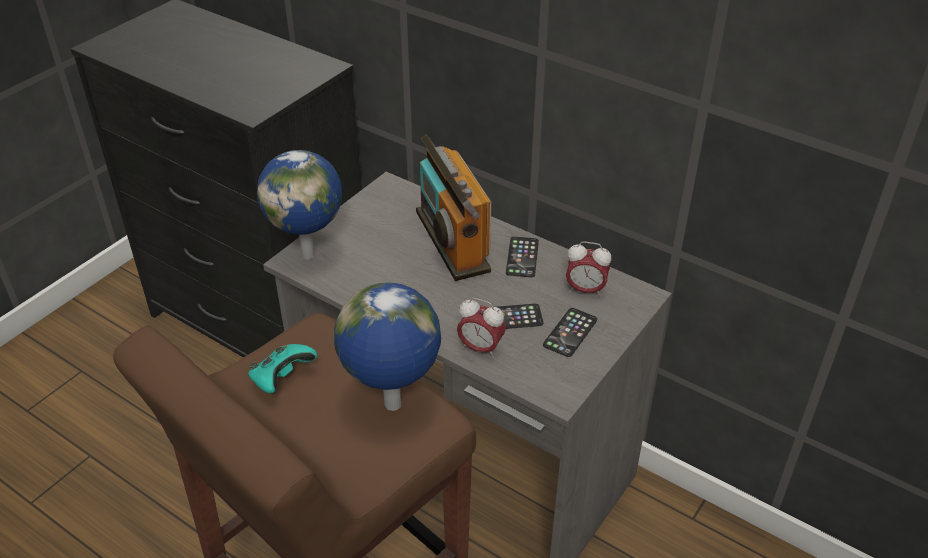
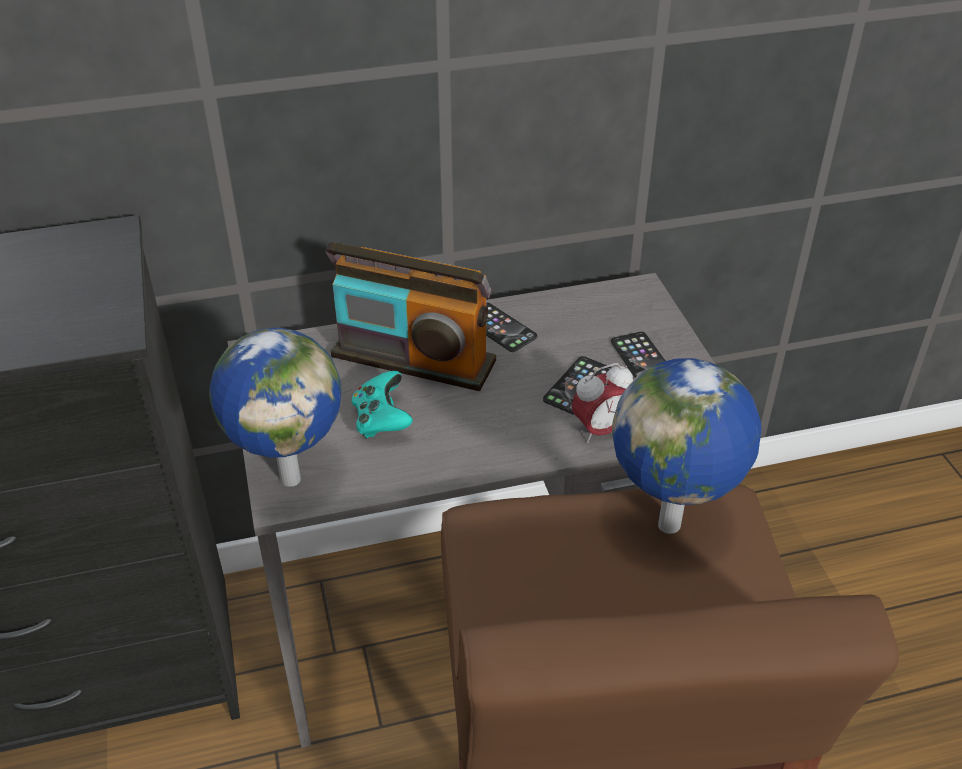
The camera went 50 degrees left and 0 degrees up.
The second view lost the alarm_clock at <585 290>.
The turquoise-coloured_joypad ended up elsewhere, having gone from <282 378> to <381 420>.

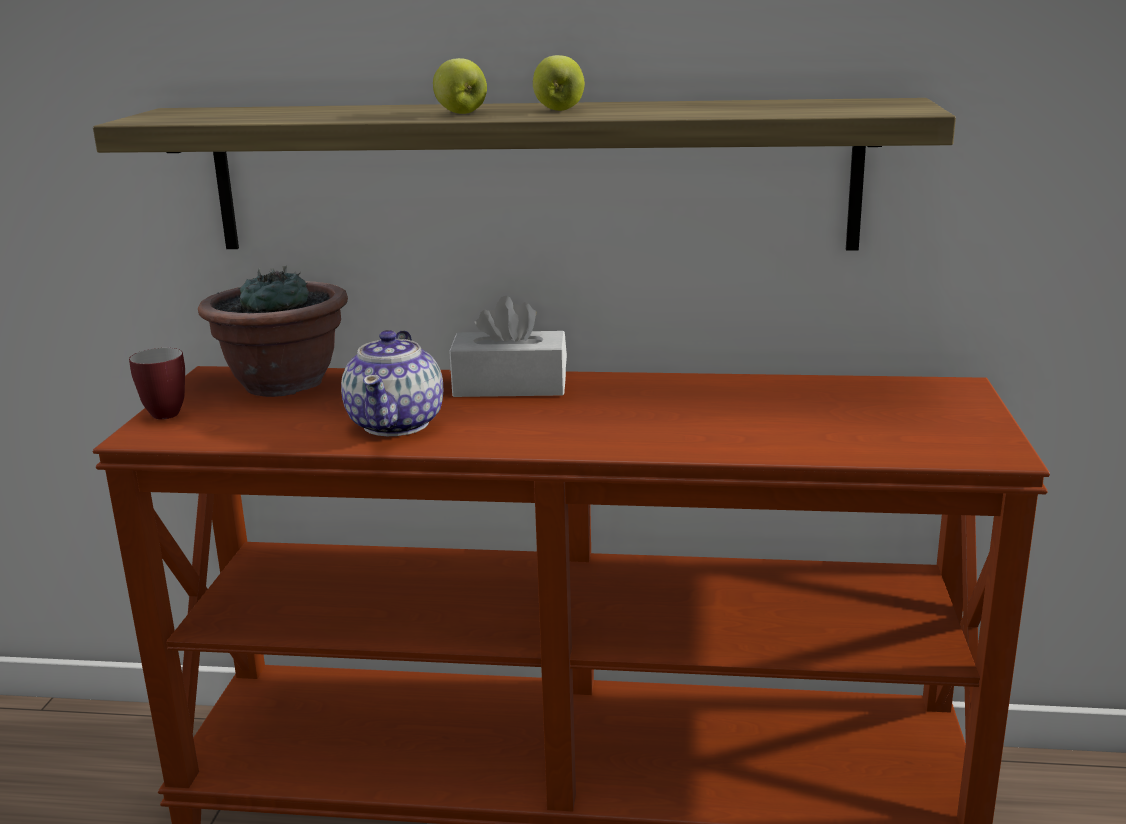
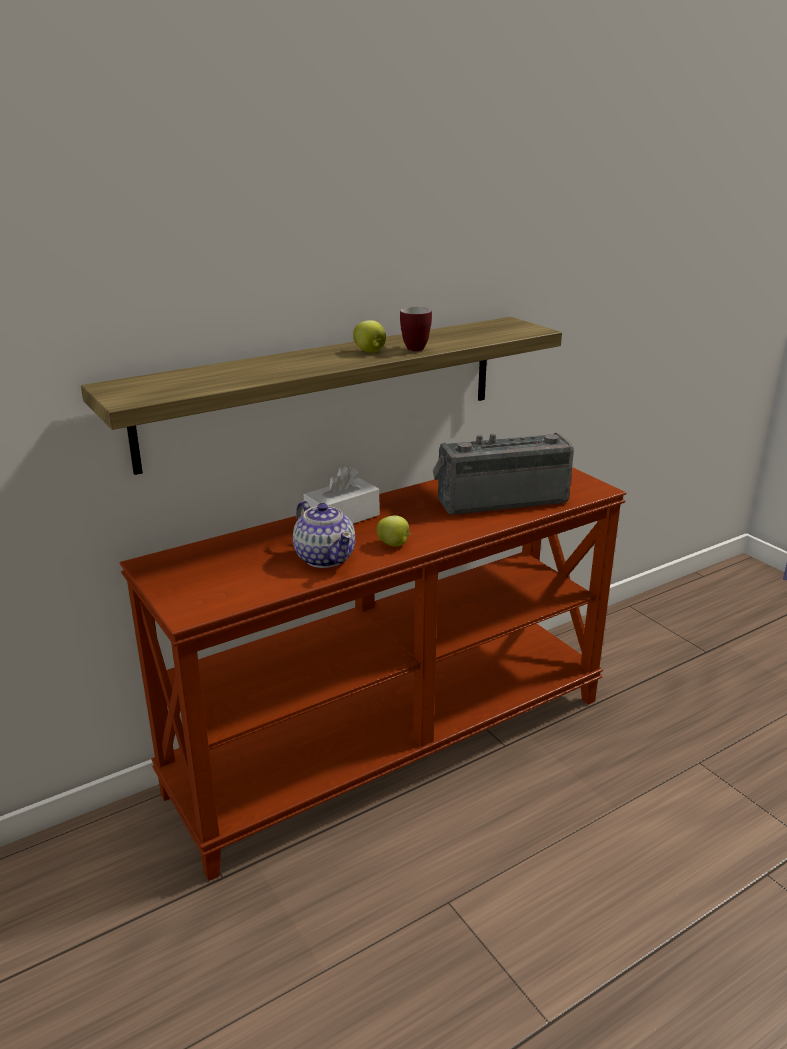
The camera went 40 degrees left and 5 degrees up.
The second view lost the plant_in_a_pot at <283 383>.
The second view gained the radio_receiver at <500 499>.
The coffee_mug ended up elsewhere, having gone from <168 412> to <412 348>.
The apple ended up elsewhere, having gone from <461 113> to <394 545>.

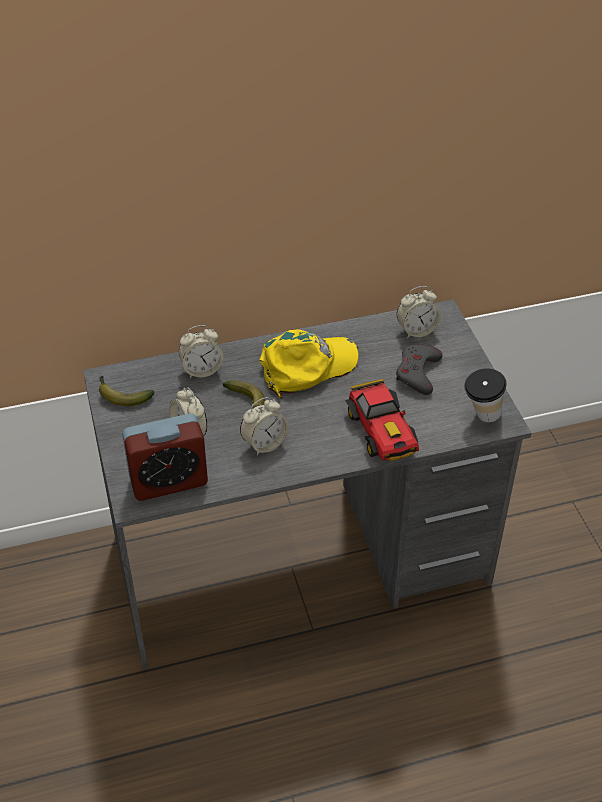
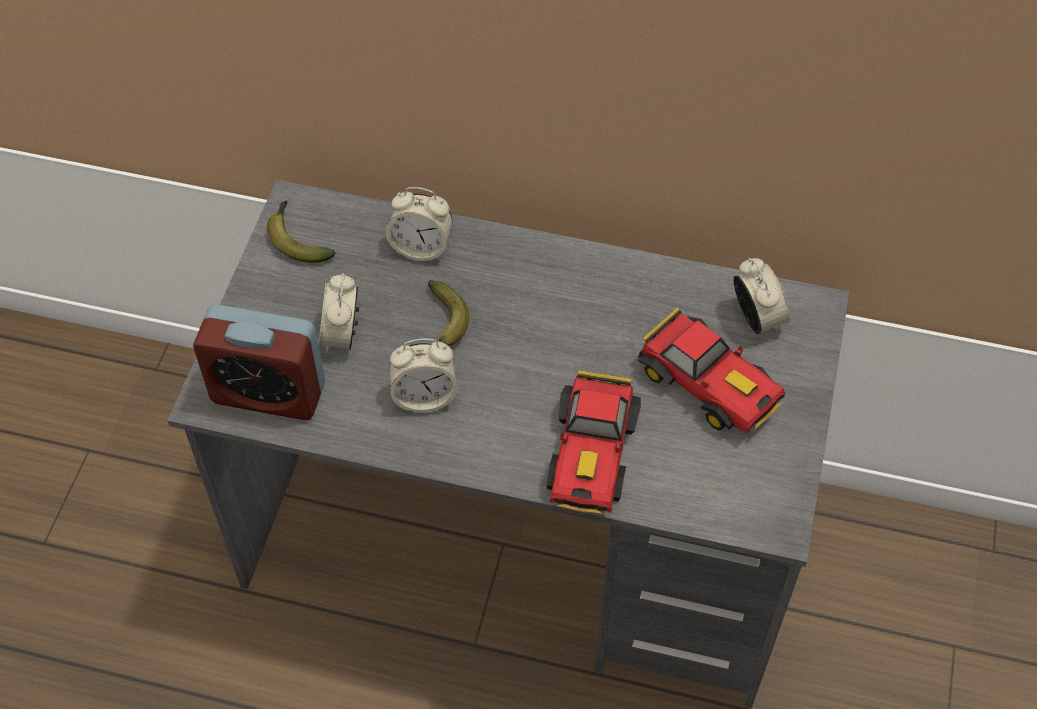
The camera went 30 degrees right and 10 degrees up.
The second view lost the yellow_baseball_cap at <307 366>.
The second view lost the small_cup at <481 417>.
Where the grey_joypad stood at <417 373>, the model_car came to stand at <709 387>.
The alarm_clock at <416 330> ended up facing another way, 120 degrees counterclockwise from before.

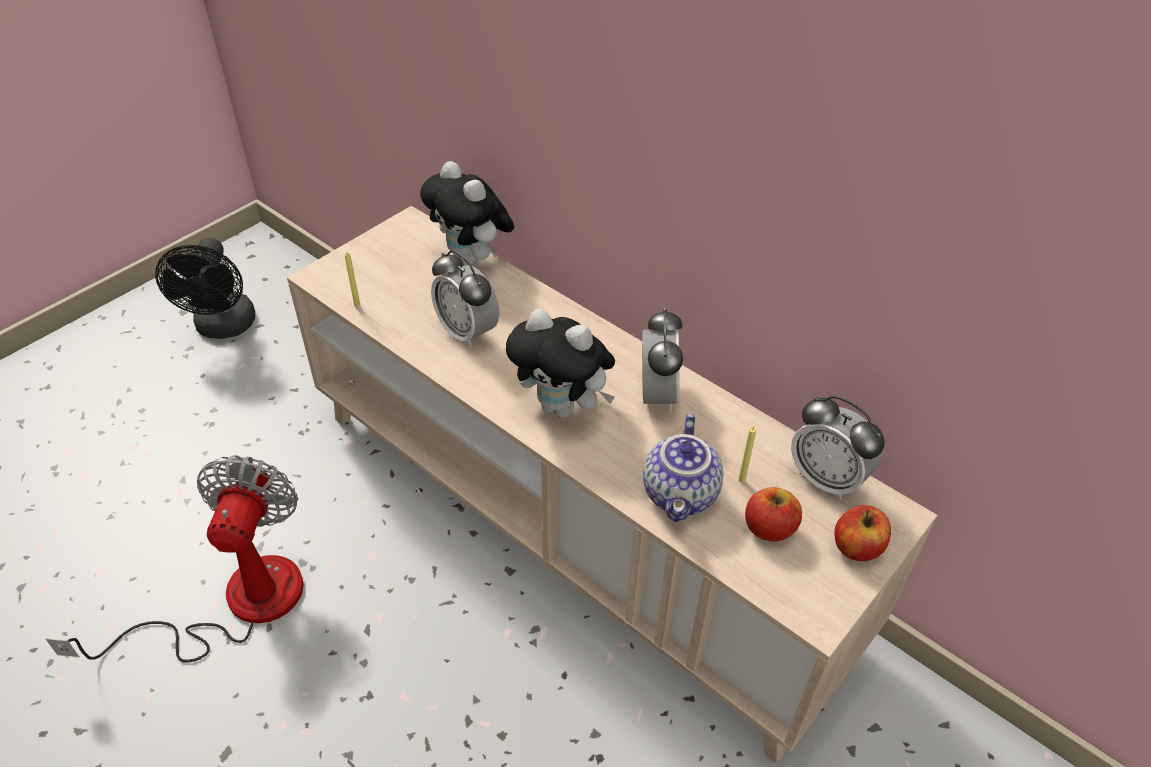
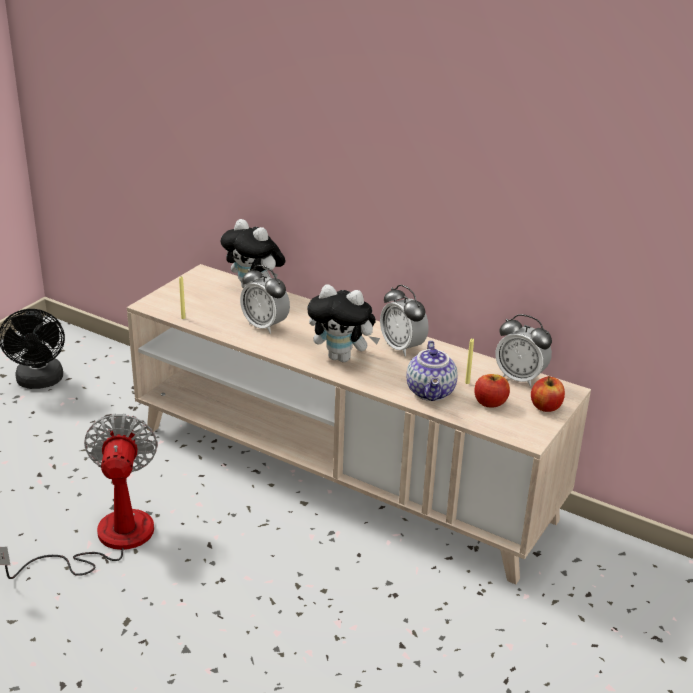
The camera went 10 degrees left and 15 degrees down.
The alarm_clock at <657 395> ended up facing another way, 150 degrees clockwise from before.

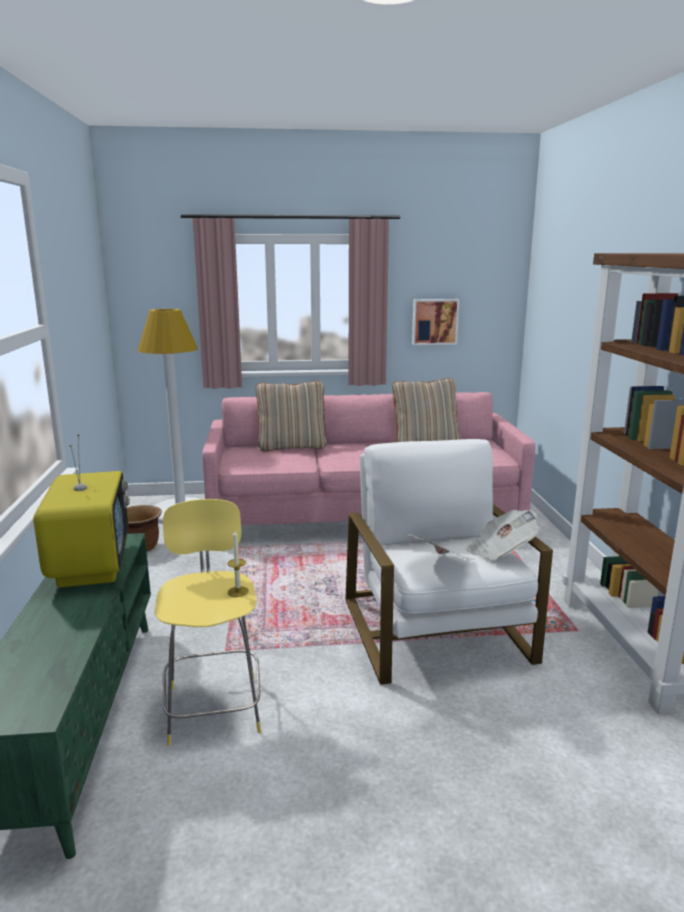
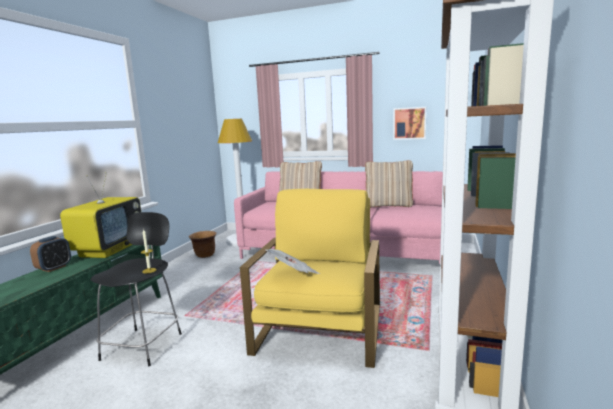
The camera went 25 degrees right and 5 degrees down.
The second view lost the daily_paper at <500 551>.
The second view gained the alarm_clock at <54 268>.
What was the yellow_sitting_stool at <214 706> turned into the blackish_sitting_stool at <144 345>.
What was the white_easy_chair at <437 630> turned into the yellow_easy_chair at <320 329>.

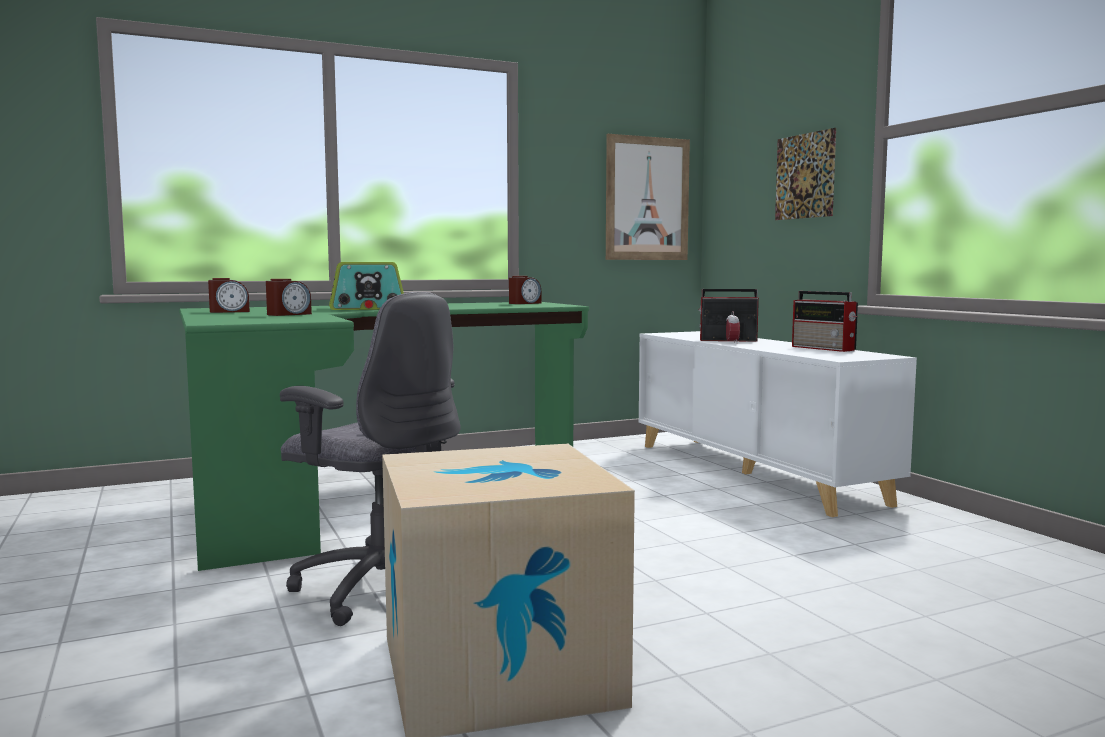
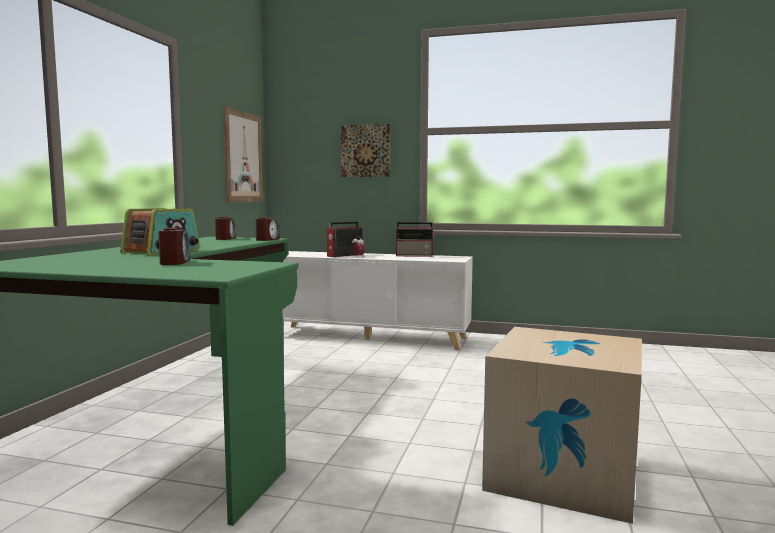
The camera went 50 degrees left and 0 degrees up.
The second view lost the grey_computer_chair at <381 587>.
The alarm_clock ended up elsewhere, having gone from <229 312> to <267 239>.

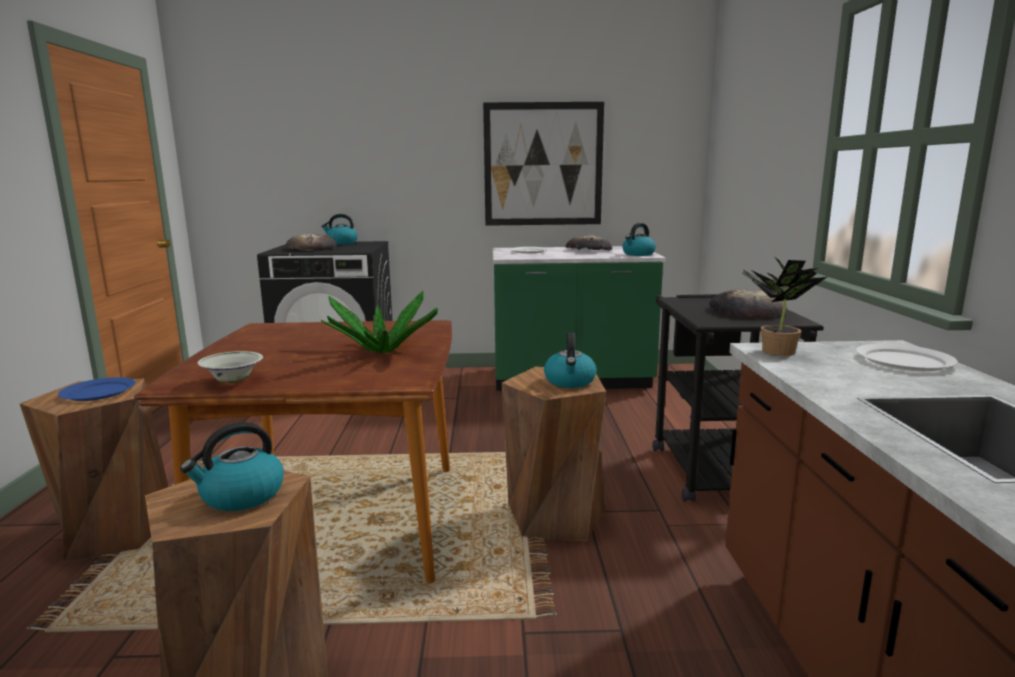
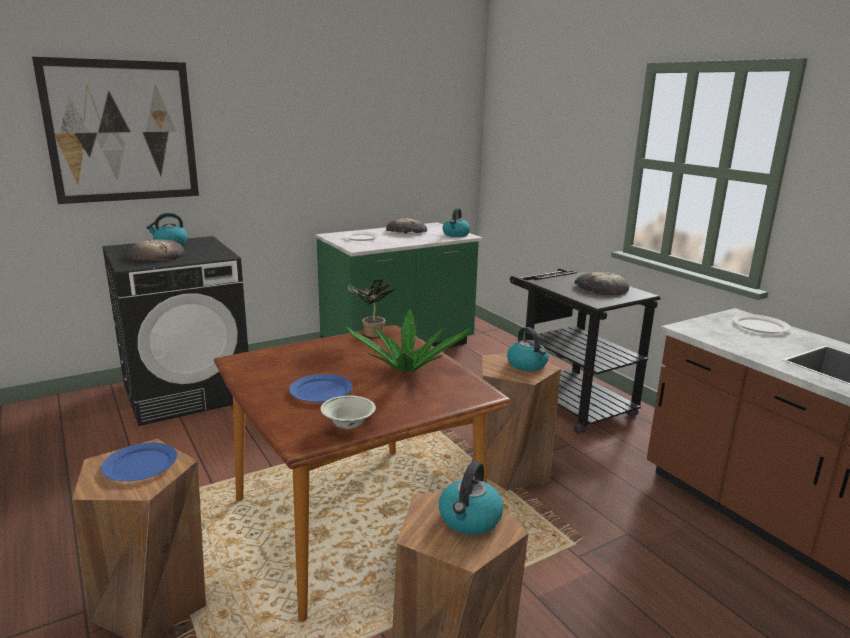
The camera went 30 degrees left and 5 degrees up.
The second view gained the blue_plate at <321 391>.
The picture ended up elsewhere, having gone from <543 164> to <122 132>.
The plant_in_a_pot ended up elsewhere, having gone from <773 351> to <371 334>.

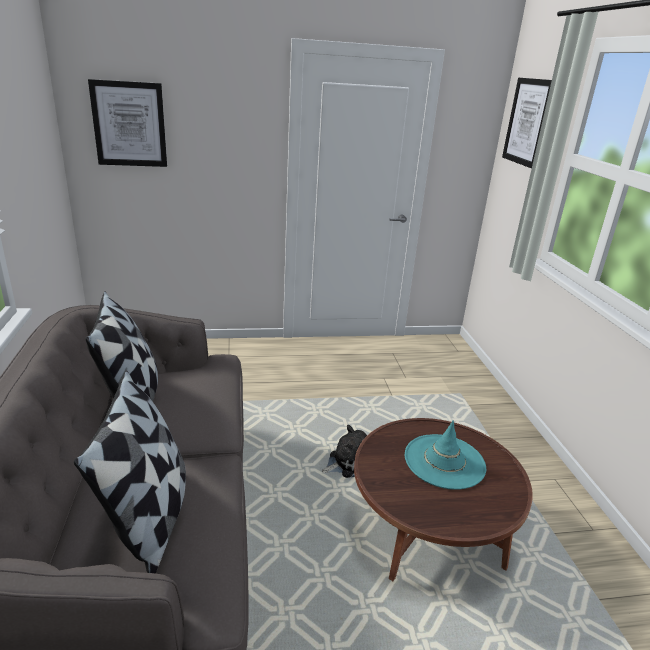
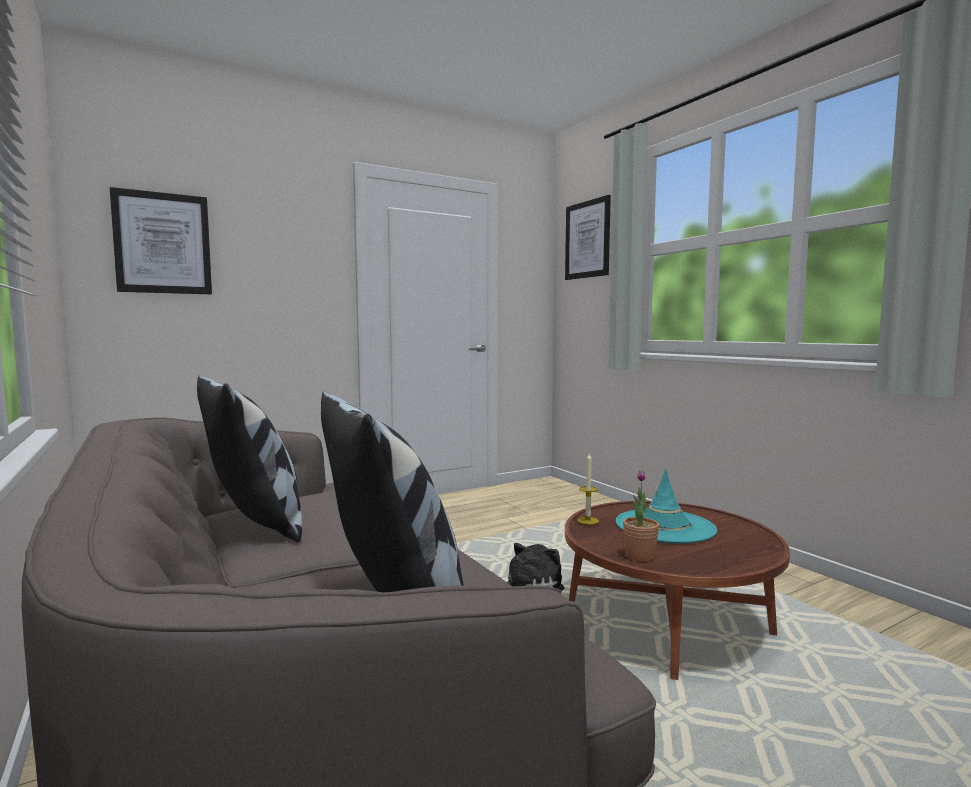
The camera went 20 degrees left and 20 degrees down.
The second view gained the candle at <587 520>.
The second view gained the plant_in_a_pot at <639 556>.

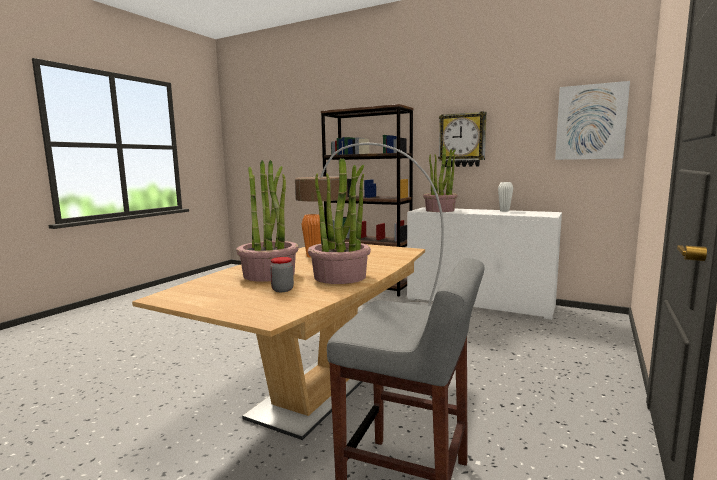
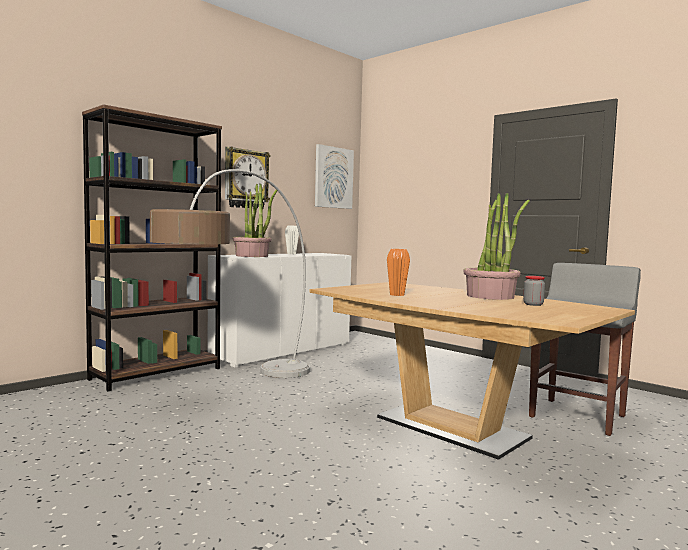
The camera went 75 degrees left and 5 degrees down.
The second view lost the plant_in_a_pot at <269 274>.

